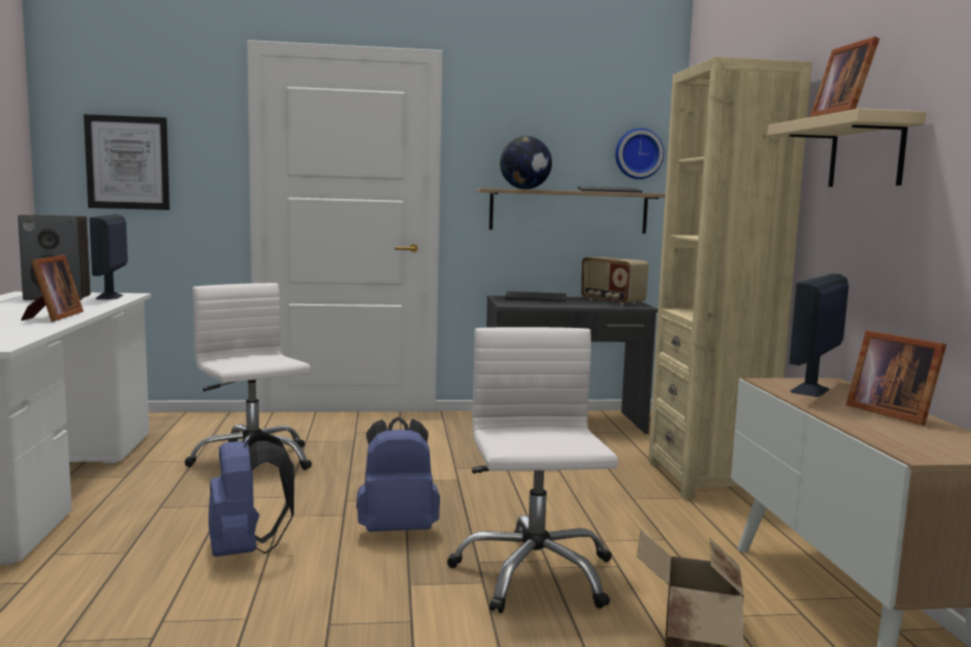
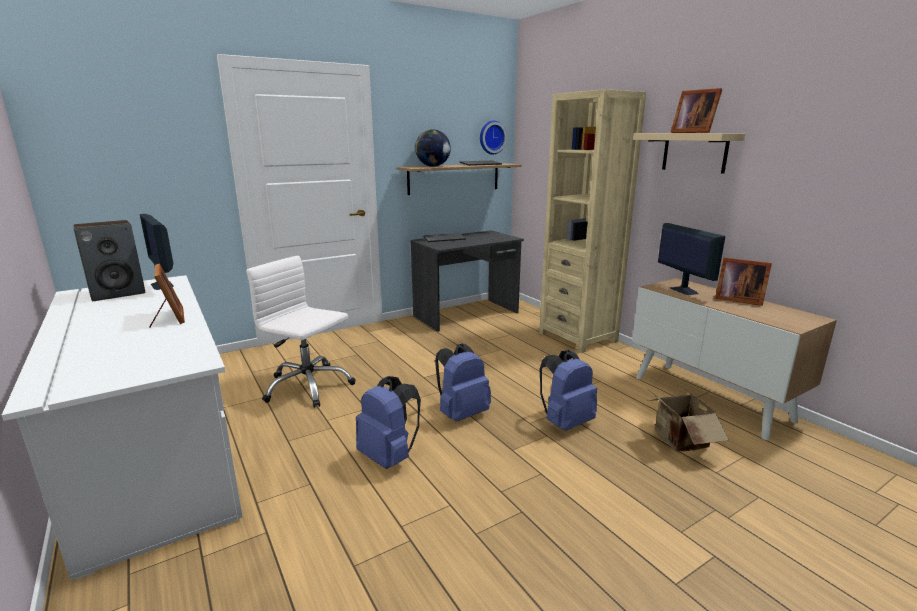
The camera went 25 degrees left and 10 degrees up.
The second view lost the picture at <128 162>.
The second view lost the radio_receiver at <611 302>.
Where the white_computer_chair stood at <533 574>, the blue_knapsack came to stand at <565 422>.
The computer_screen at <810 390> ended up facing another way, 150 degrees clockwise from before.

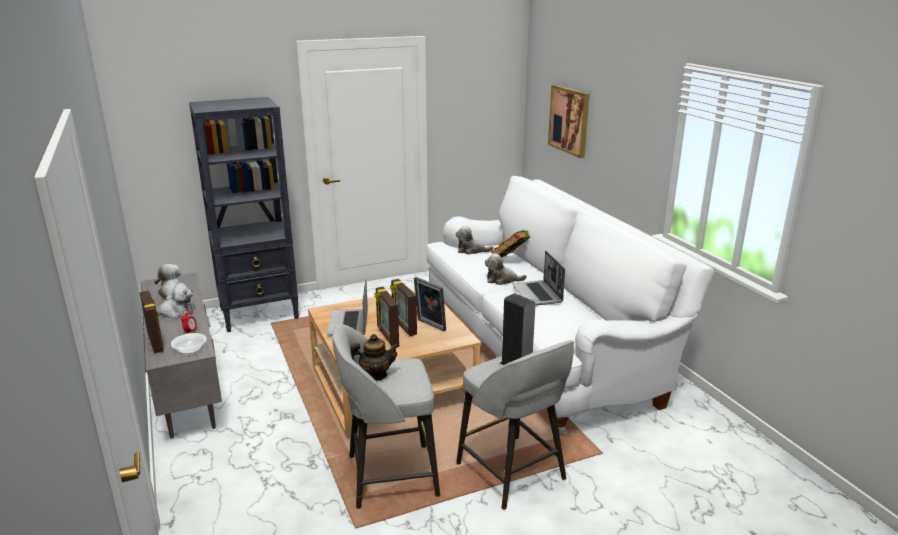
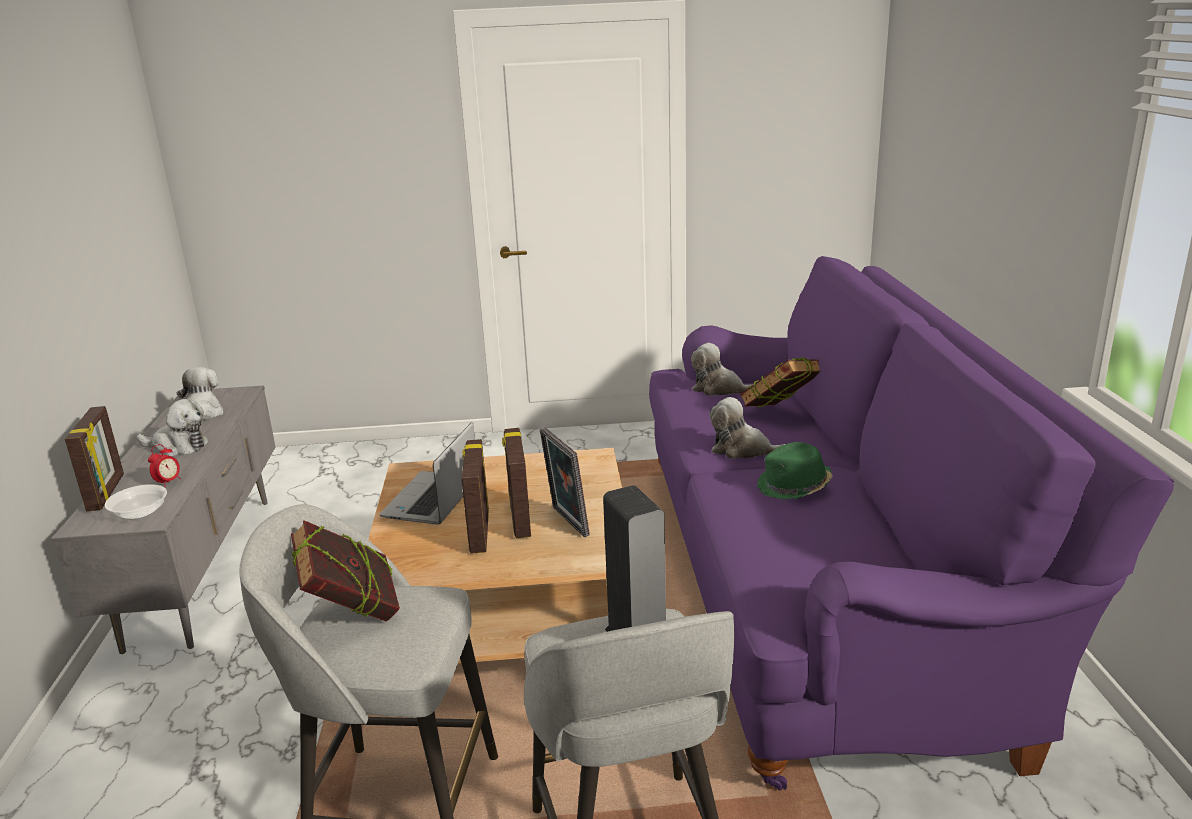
The camera went 20 degrees right and 0 degrees up.
The second view lost the blackish_shelving_unit at <260 314>.
The second view lost the picture at <569 120>.
Where the teapot stood at <375 375>, the book came to stand at <352 615>.
Where the portable_computer stood at <538 294>, the green_hat came to stand at <794 487>.
What was the white_couch at <542 348> turned into the purplish_couch at <821 590>.

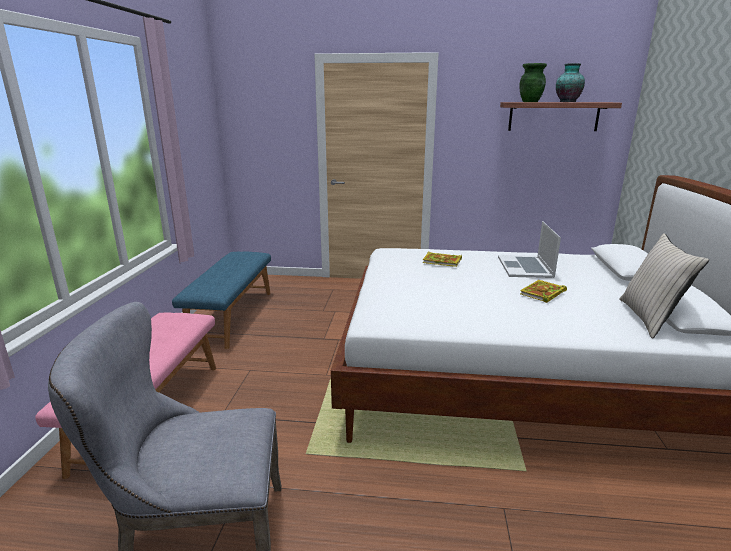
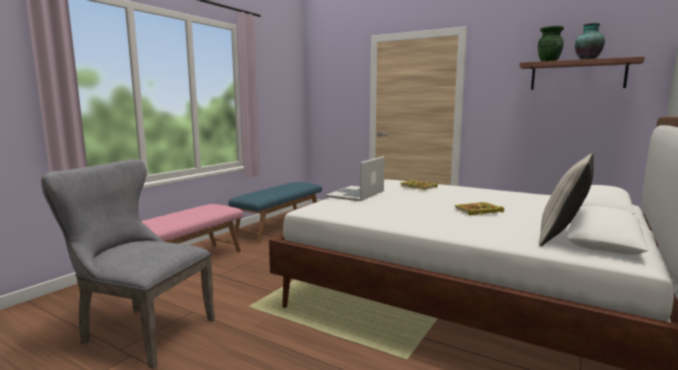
The camera went 25 degrees right and 10 degrees down.
The portable_computer ended up elsewhere, having gone from <525 267> to <356 194>.

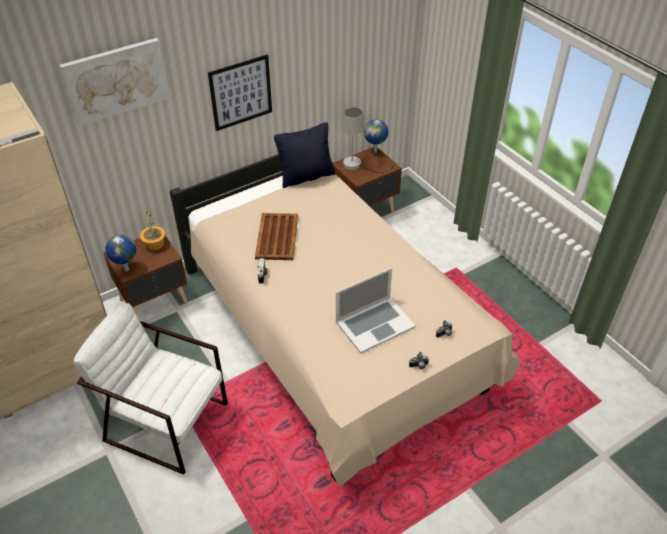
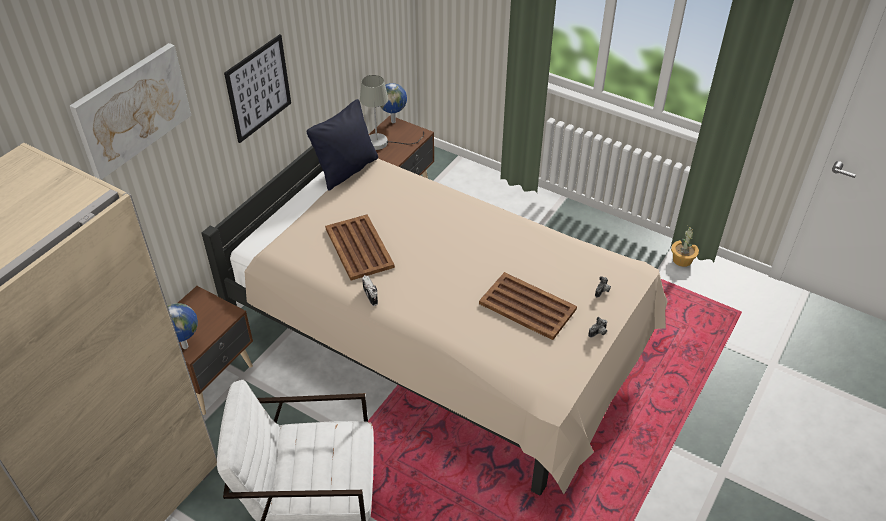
The camera went 25 degrees left and 0 degrees up.
The plant_in_a_pot ended up elsewhere, having gone from <154 244> to <682 260>.
Where the portable_computer stood at <374 324>, the brown-coloured_carrying_tray came to stand at <526 306>.

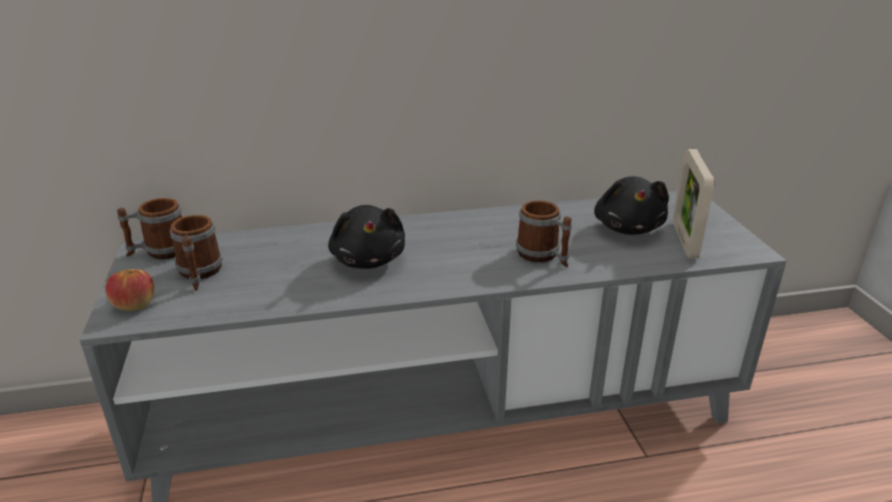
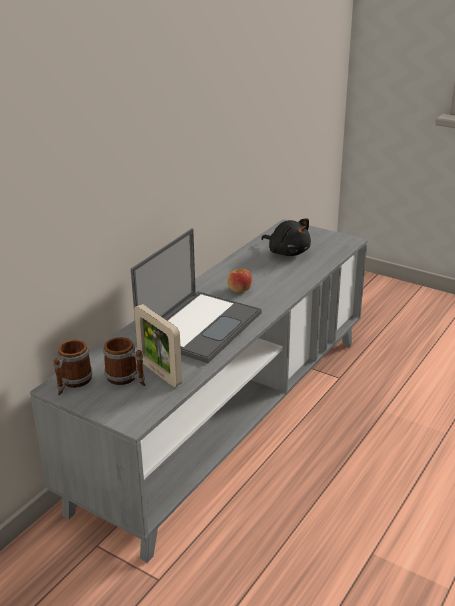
The camera went 45 degrees left and 0 degrees up.
The second view lost the coffee_mug at <543 256>.
The apple ended up elsewhere, having gone from <134 305> to <239 290>.
The standing_frame ended up elsewhere, having gone from <684 240> to <159 373>.
Where the blackish_cuddly_toy stood at <368 259>, the portable_computer came to stand at <200 325>.

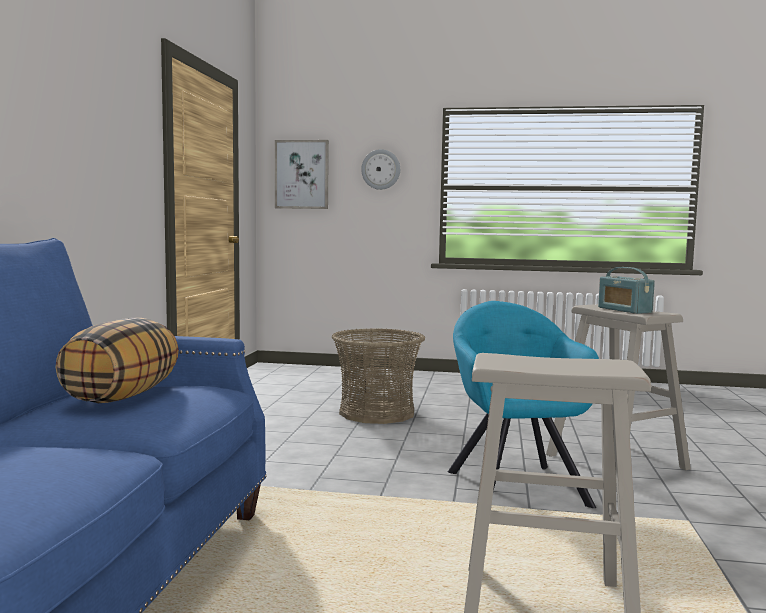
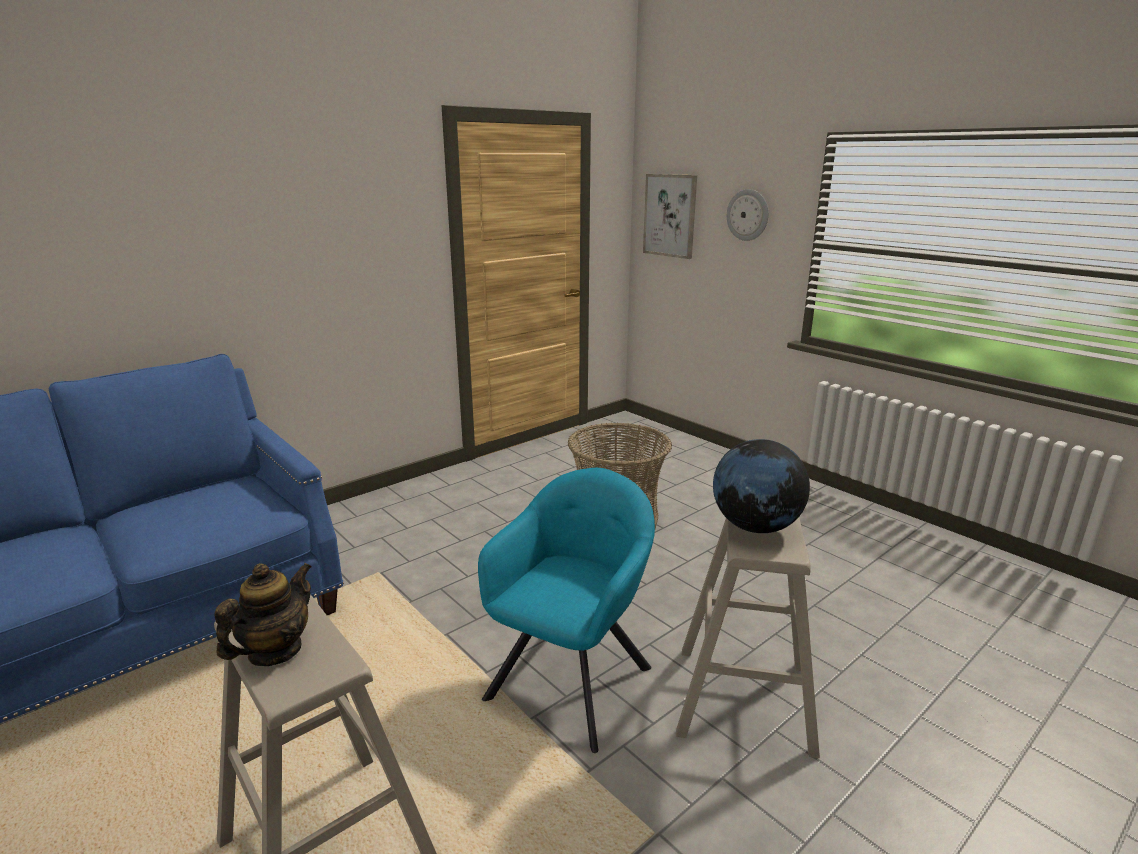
The camera went 40 degrees right and 15 degrees up.
The second view lost the cushion at <122 396>.
The second view gained the teapot at <275 651>.
Where the radio_receiver stood at <624 310>, the globe came to stand at <755 526>.

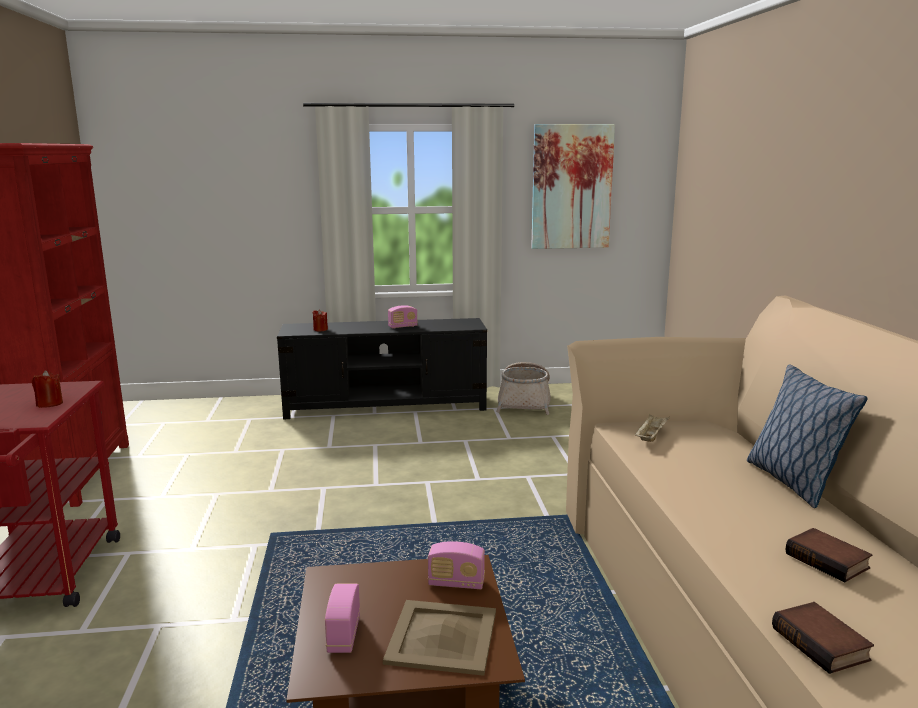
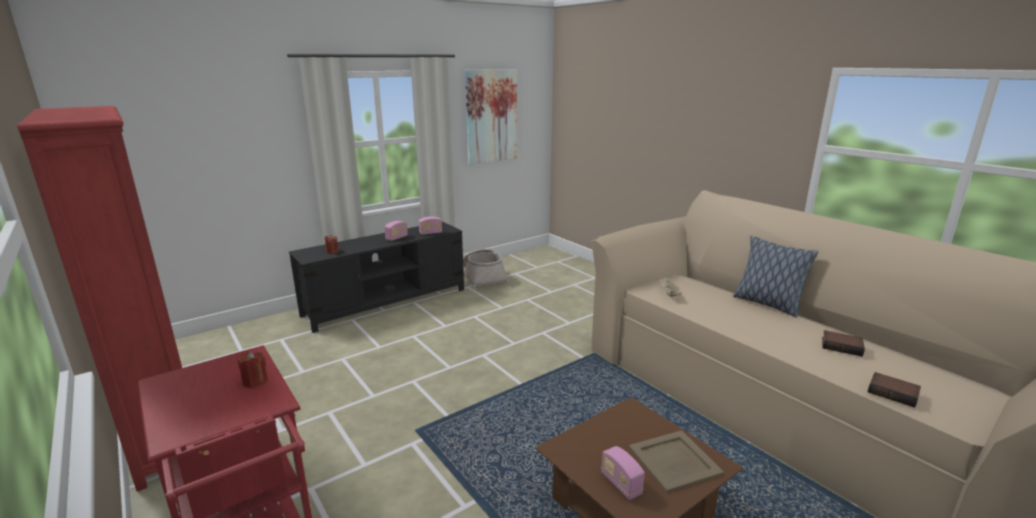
The camera went 30 degrees left and 5 degrees up.
The radio_receiver ended up elsewhere, having gone from <456 583> to <430 233>.

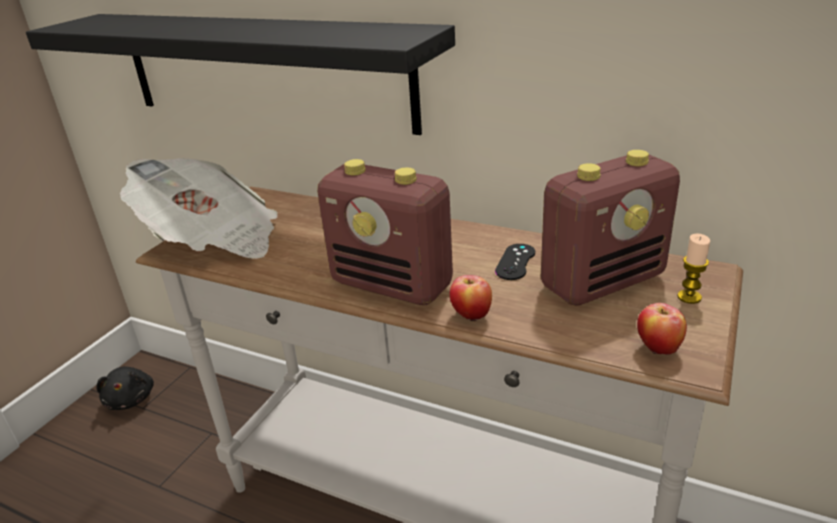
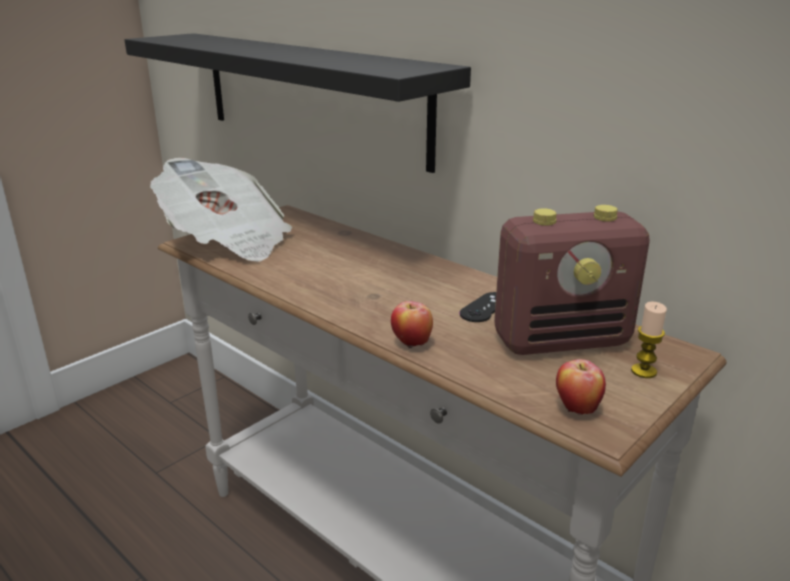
The camera went 15 degrees right and 5 degrees down.
The second view lost the blackish_cuddly_toy at <131 399>.
The second view lost the radio_receiver at <393 285>.

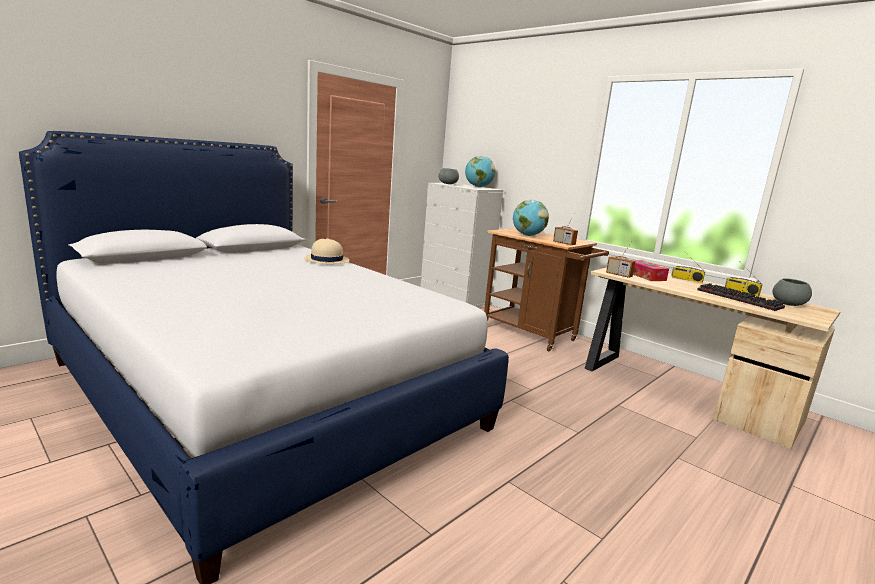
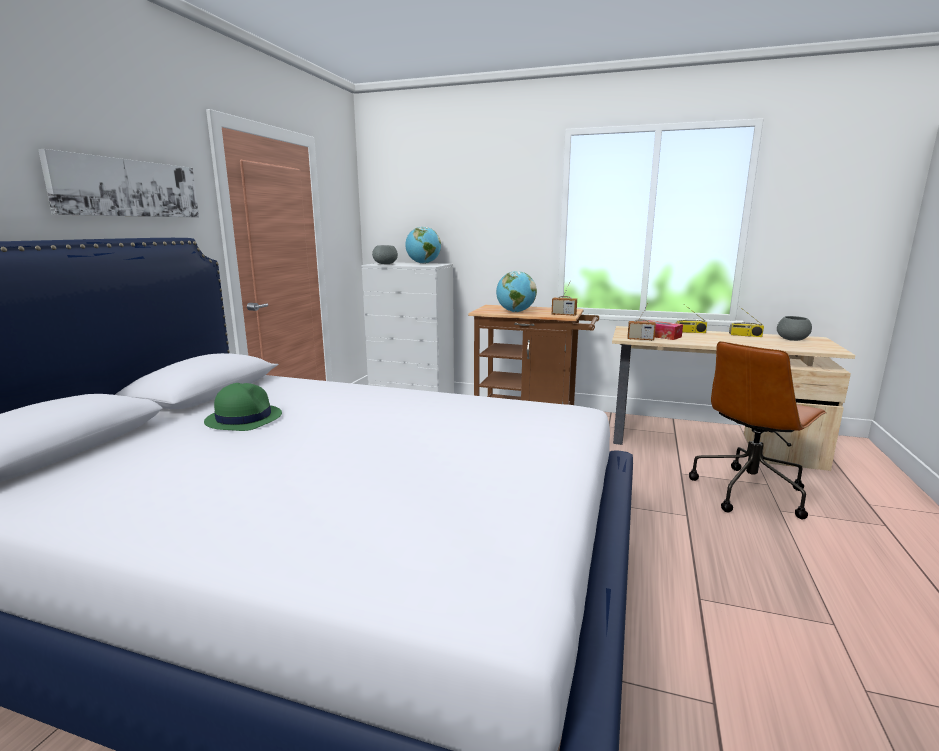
The camera went 25 degrees left and 0 degrees up.
The second view lost the beige_hat at <326 260>.
The second view lost the computer_keyboard at <740 299>.
The second view gained the picture at <127 188>.
The second view gained the green_hat at <243 418>.
The second view gained the brown-coloured_computer_chair at <749 491>.

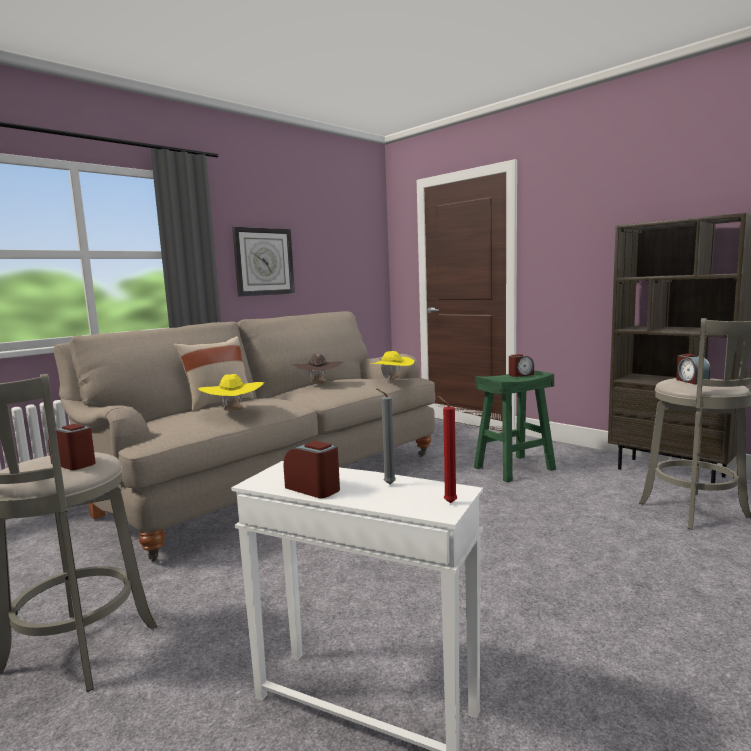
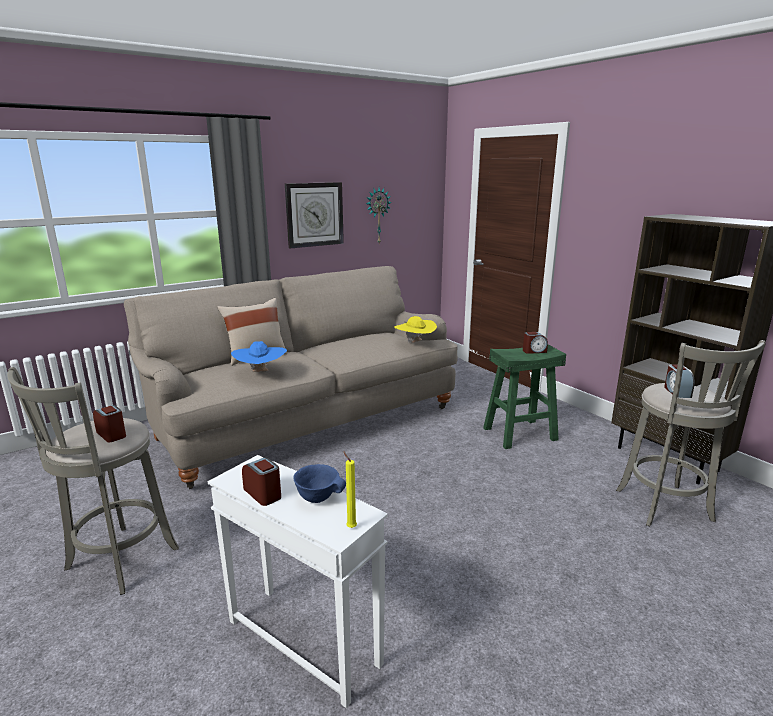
The camera went 10 degrees right and 10 degrees up.
The second view lost the brown-coloured_hat at <318 384>.
The second view gained the hanging_clock at <377 215>.
Where the grey_candle stood at <387 484>, the blue_serving_bowl came to stand at <318 498>.
What was the yellow_hat at <233 411> turned into the blue_hat at <260 373>.
What was the red_candle at <448 502> turned into the yellow_candle at <350 527>.

